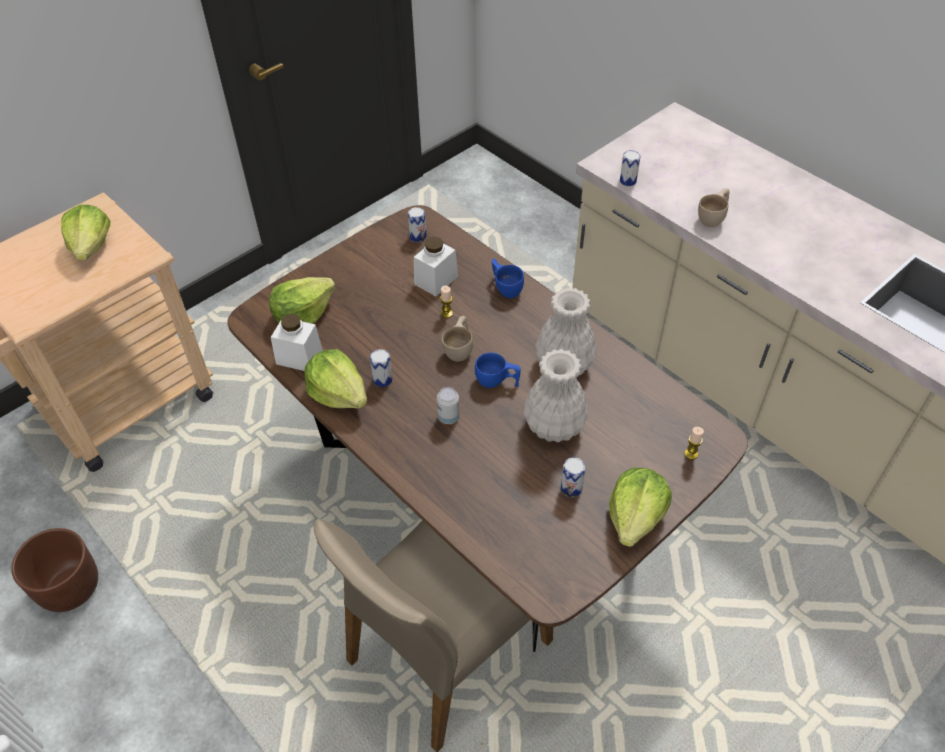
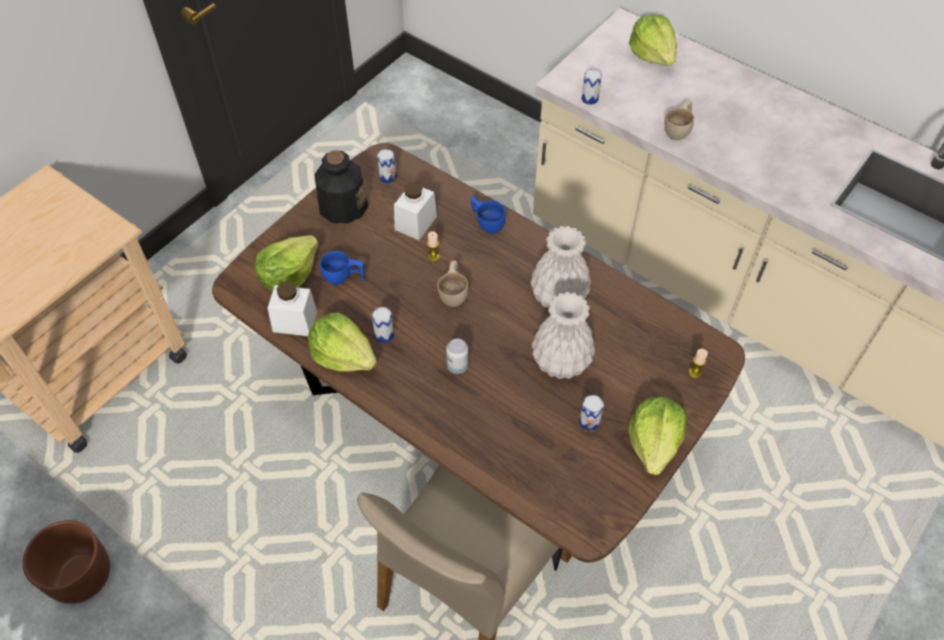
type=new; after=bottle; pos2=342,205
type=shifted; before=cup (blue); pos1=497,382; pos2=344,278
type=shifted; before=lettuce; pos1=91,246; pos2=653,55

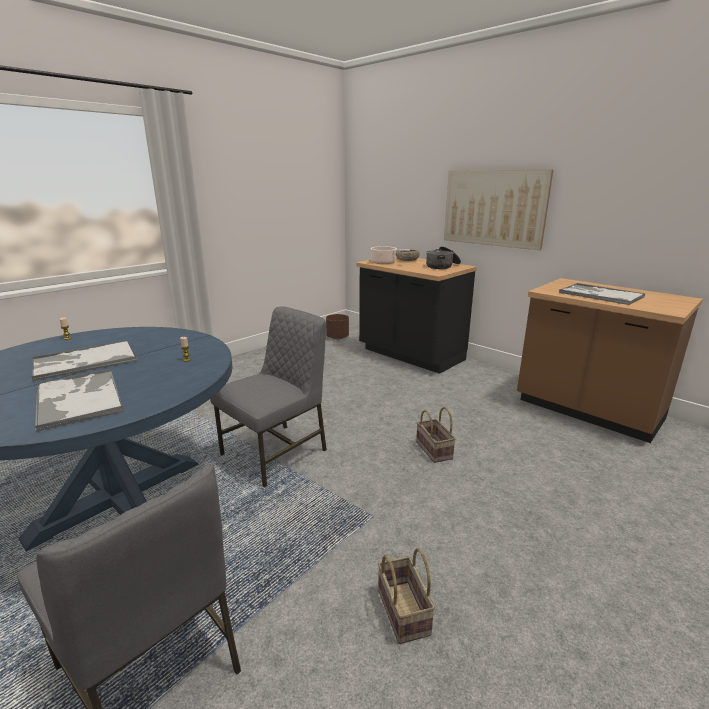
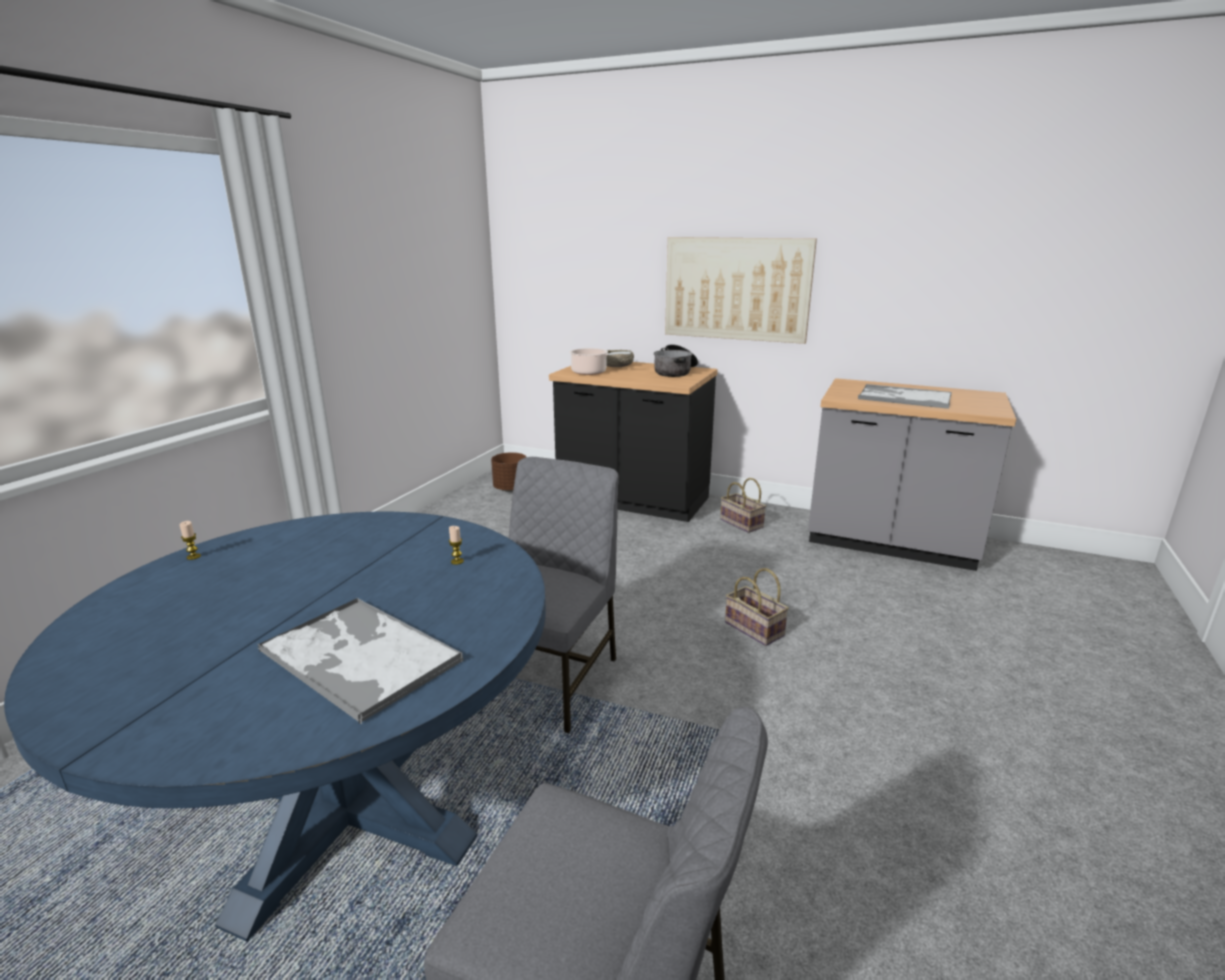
type=shifted; before=basket; pos1=401,610; pos2=740,523
type=repainted; before=counter (brown); after=counter (grey); pos1=587,411; pos2=890,544
type=gone; before=tray; pos1=84,361

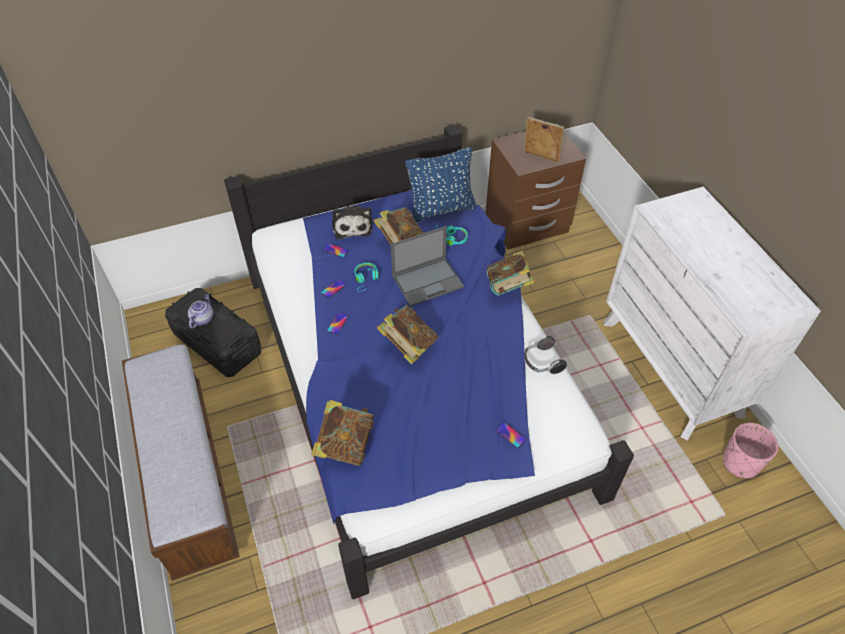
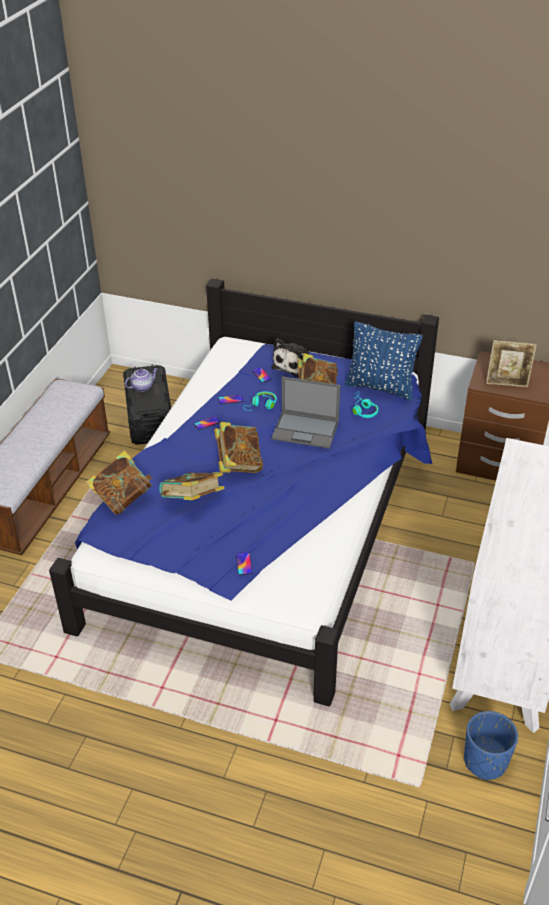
type=shifted; before=book; pos1=508,288; pos2=192,502
type=repainted; before=planter (pink); after=planter (blue); pos1=740,462; pos2=485,761
type=rotated; before=picture frame; pos1=540,158; pos2=507,384; turn=120
type=gone; before=headphones; pos1=542,362

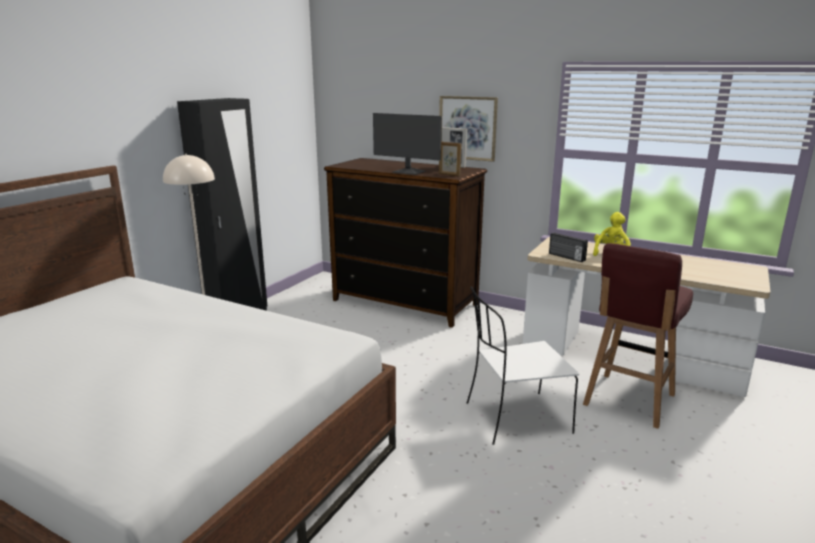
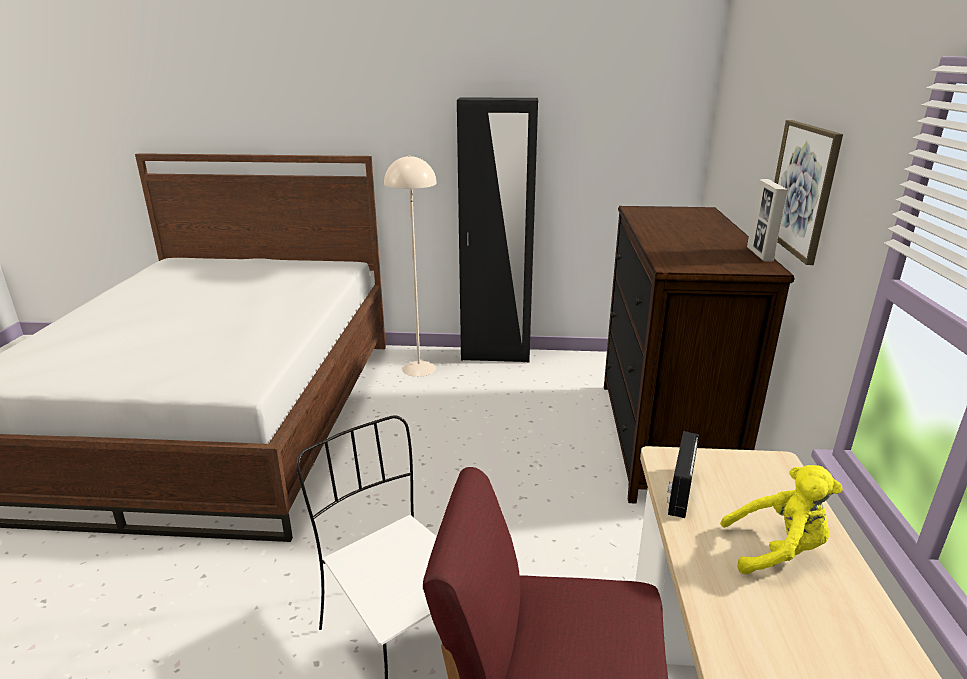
type=gone; before=monitor; pos1=408,172
type=gone; before=picture frame; pos1=449,175

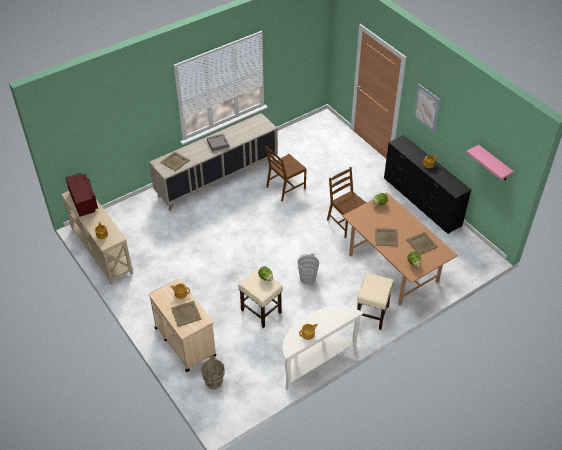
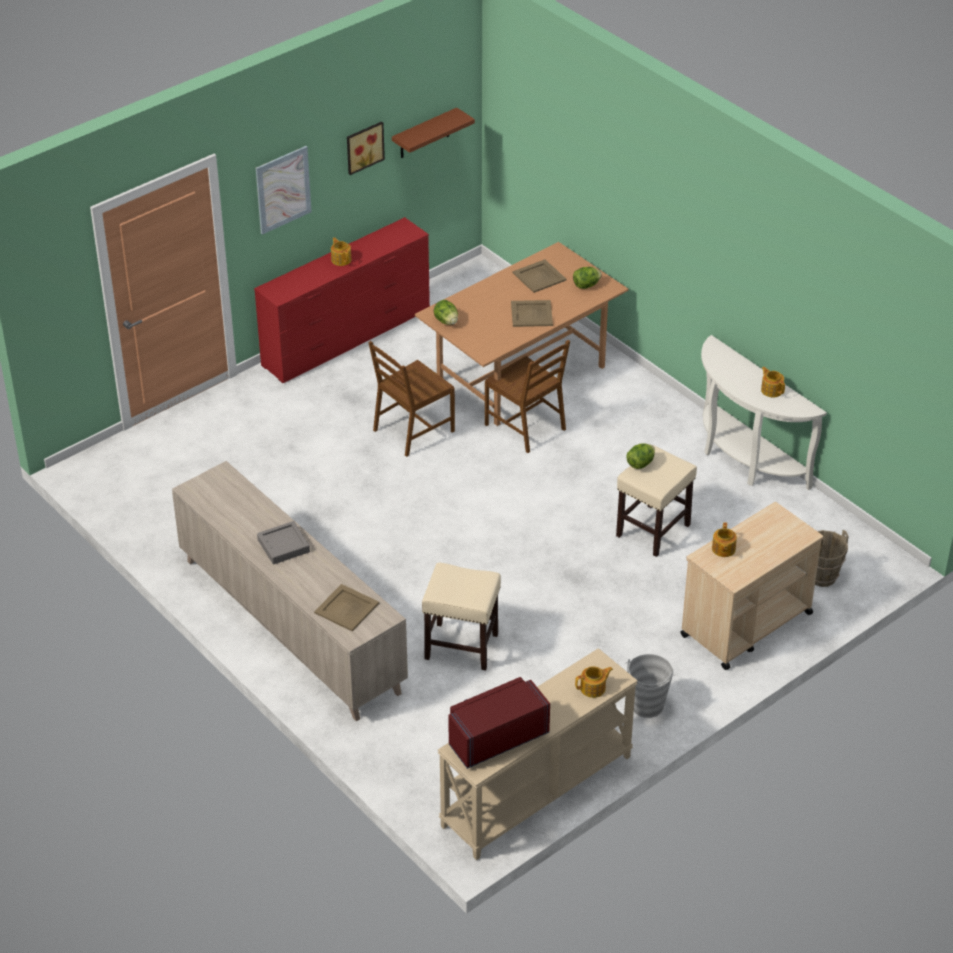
type=repainted; before=dresser (black); after=dresser (red); pos1=421,201; pos2=347,338
type=new; after=picture; pos2=363,146
type=repainted; before=shelf (pink); after=shelf (brown); pos1=494,163; pos2=424,134
type=shifted; before=stool (beige); pos1=372,314; pos2=462,646
type=shifted; before=chair (brown); pos1=285,188; pos2=526,427
type=shifted; before=bucket (grey); pos1=307,278; pos2=647,705
type=gone; before=tray (beige); pos1=186,314

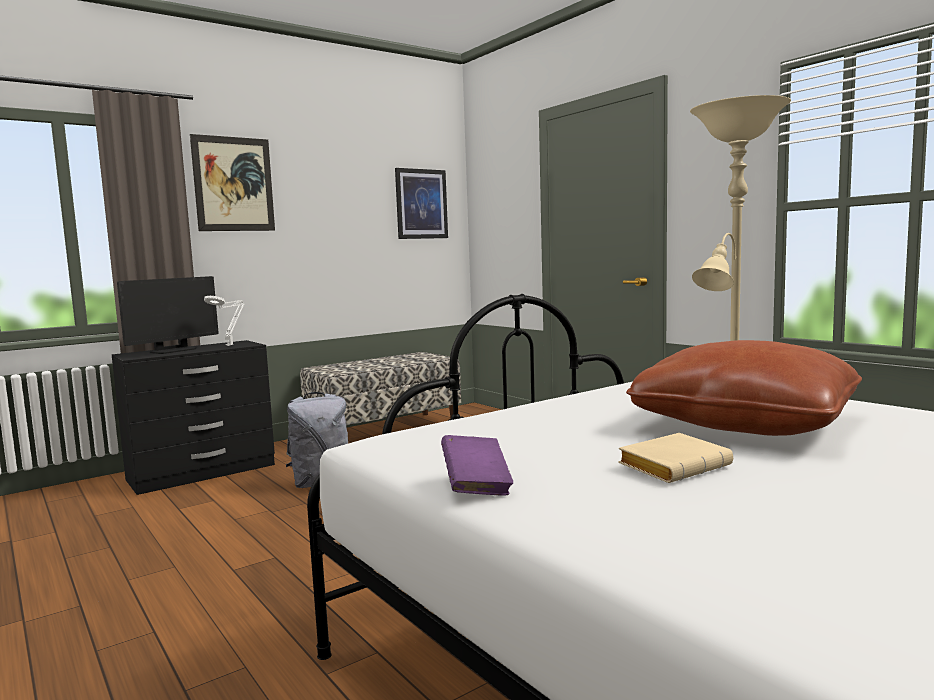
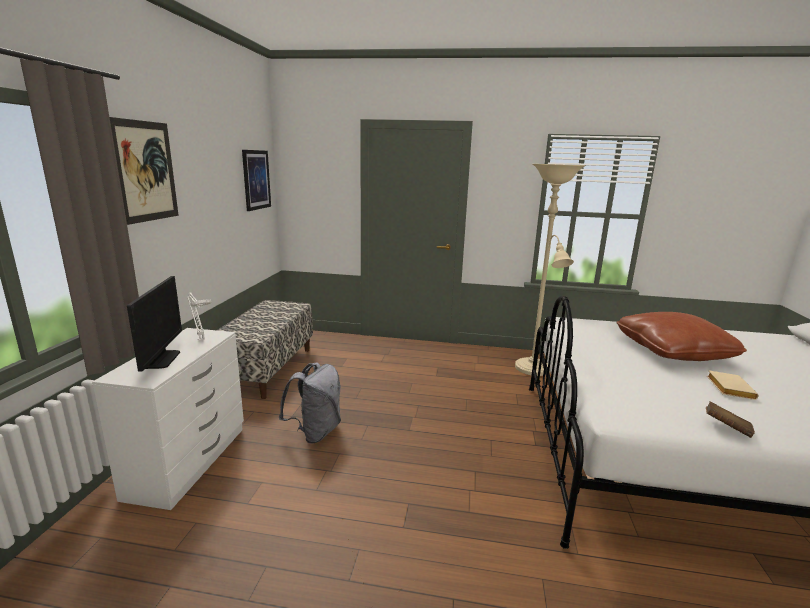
type=repainted; before=dresser (black); after=dresser (white); pos1=203,472; pos2=190,461
type=repainted; before=book (purple); after=book (brown); pos1=476,486; pos2=726,428

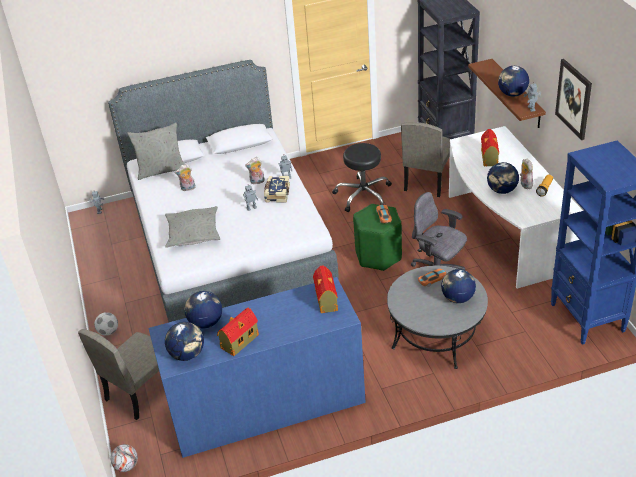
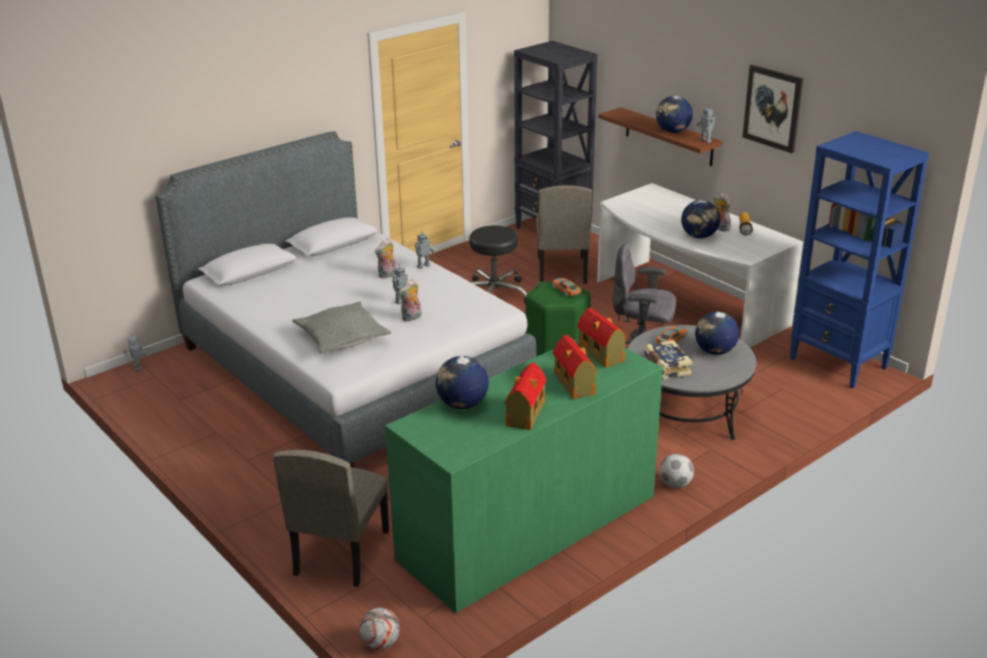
type=repainted; before=dresser (blue); after=dresser (green); pos1=266,404; pos2=528,527
type=shifted; before=plush toy; pos1=188,188; pos2=411,318
type=shifted; before=toy house; pos1=489,158; pos2=574,385
type=shifted; before=book; pos1=277,194; pos2=666,367
type=shifted; before=football; pos1=108,332; pos2=675,484
type=gone; before=pillow (grey); pos1=161,170
type=gone; before=globe; pos1=187,354

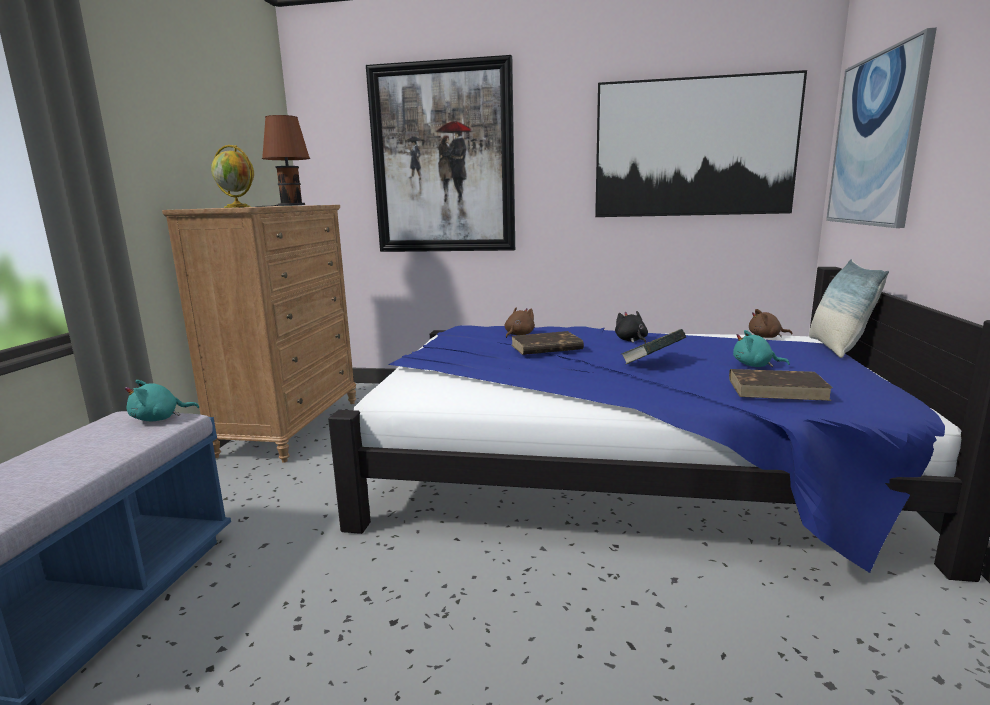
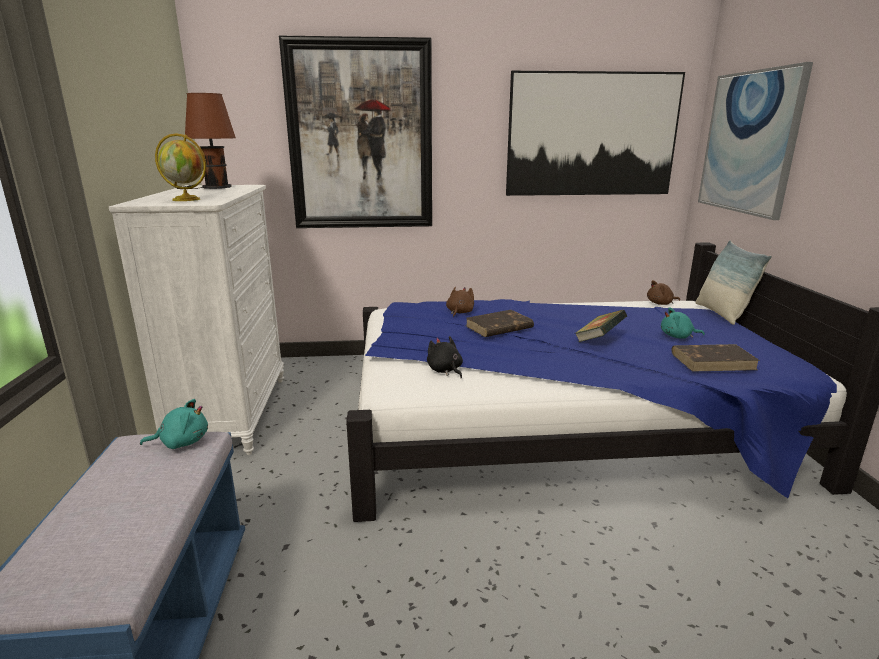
type=repainted; before=dresser (brown); after=dresser (white); pos1=291,427; pos2=231,414
type=rotated; before=plush toy (turquoise); pos1=159,418; pos2=182,442; turn=-150
type=shifted; before=plush toy (black); pos1=631,340; pos2=445,370

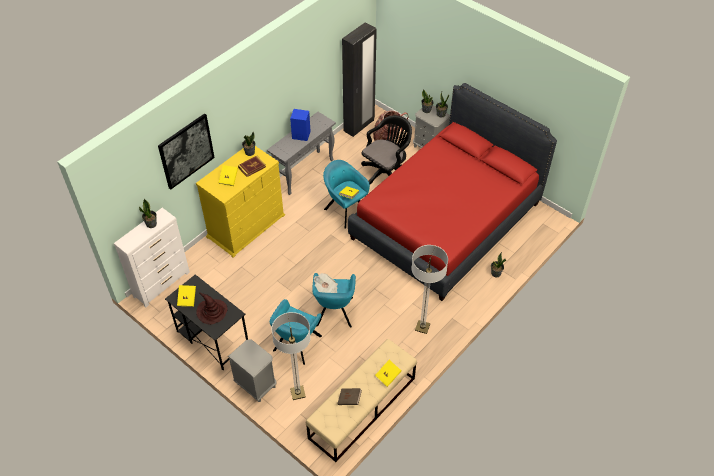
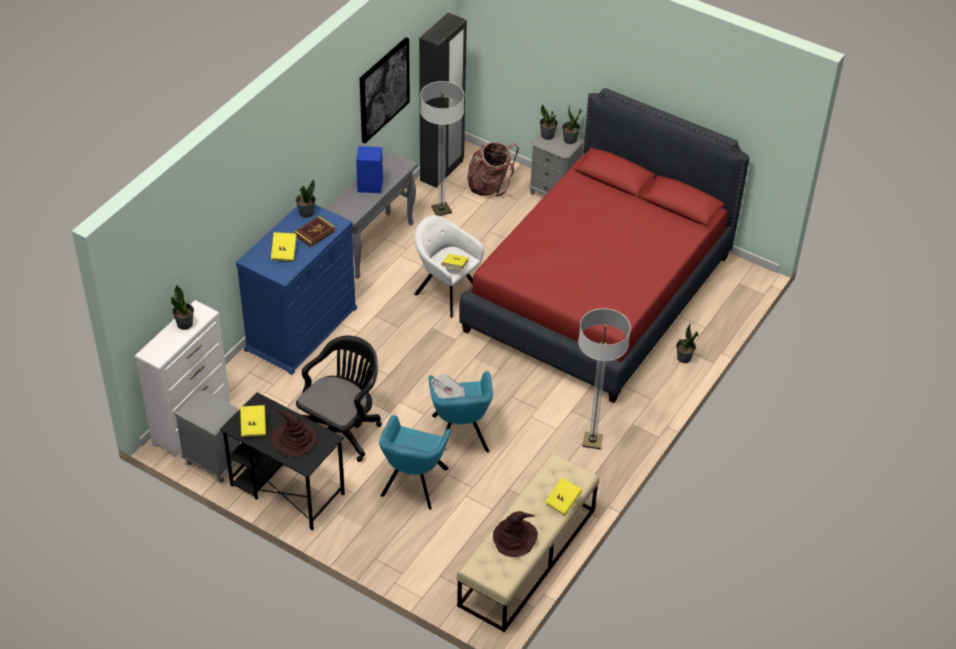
type=shifted; before=nightstand (grey); pos1=256,385; pos2=214,462
type=repainted; before=dresser (yellow); after=dresser (blue); pos1=246,226; pos2=301,328
type=shifted; before=office chair (black); pos1=386,172; pos2=341,430
type=shifted; before=picture; pos1=186,151; pos2=383,89
type=repainted; before=armchair (turquoise); after=armchair (white); pos1=345,209; pos2=446,291
type=shifted; before=floor lamp; pos1=298,393; pos2=441,210
type=swapped; before=book (brown); after=hat (brown); pos1=349,399; pos2=514,538

